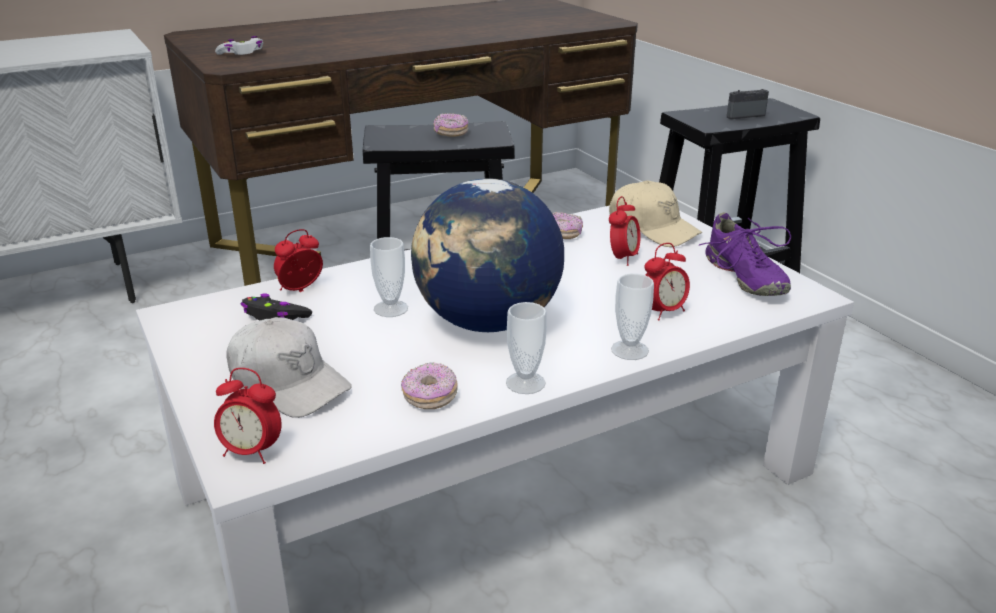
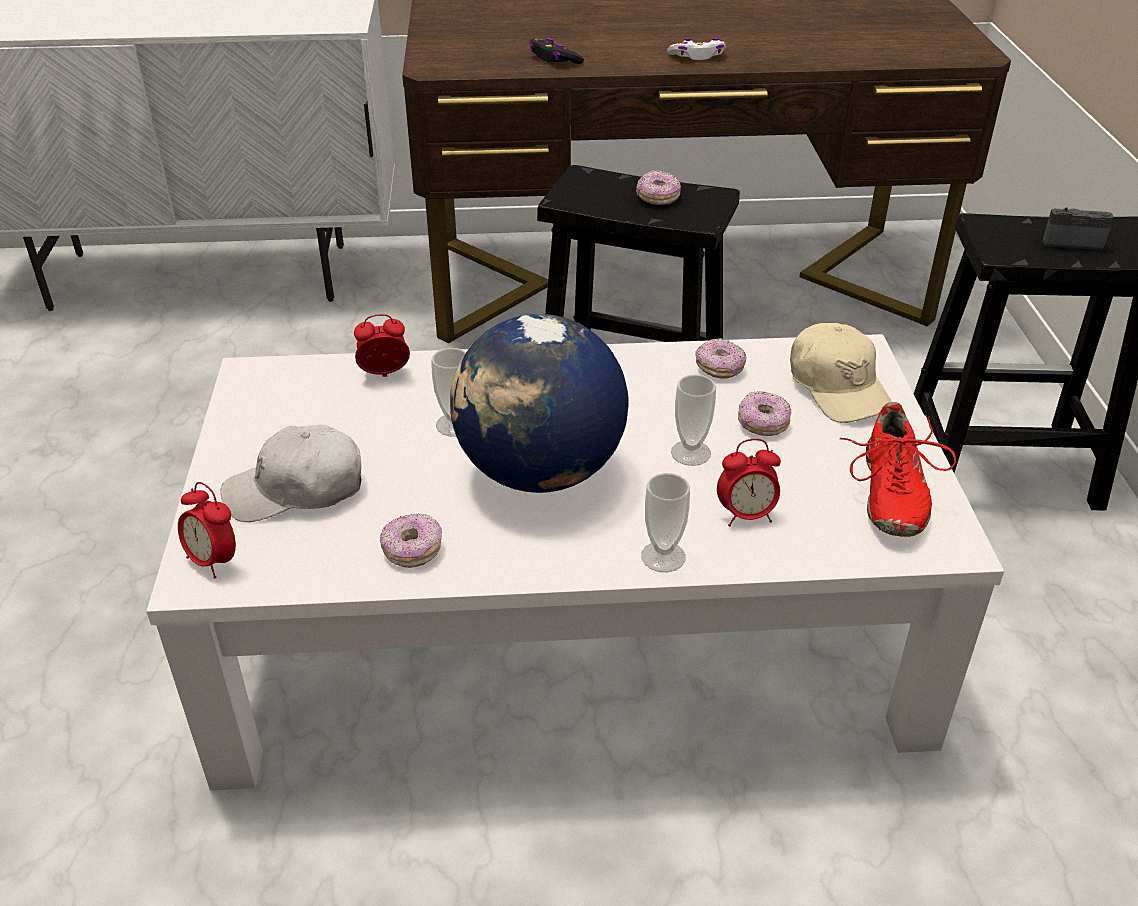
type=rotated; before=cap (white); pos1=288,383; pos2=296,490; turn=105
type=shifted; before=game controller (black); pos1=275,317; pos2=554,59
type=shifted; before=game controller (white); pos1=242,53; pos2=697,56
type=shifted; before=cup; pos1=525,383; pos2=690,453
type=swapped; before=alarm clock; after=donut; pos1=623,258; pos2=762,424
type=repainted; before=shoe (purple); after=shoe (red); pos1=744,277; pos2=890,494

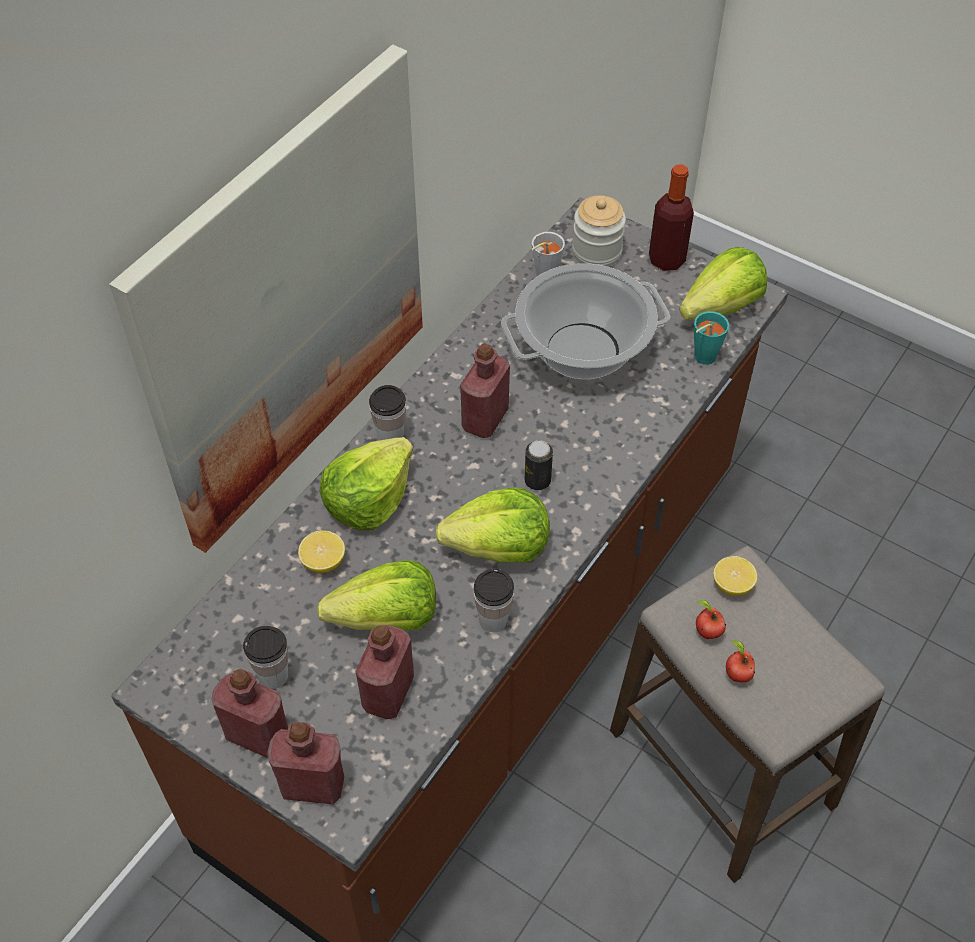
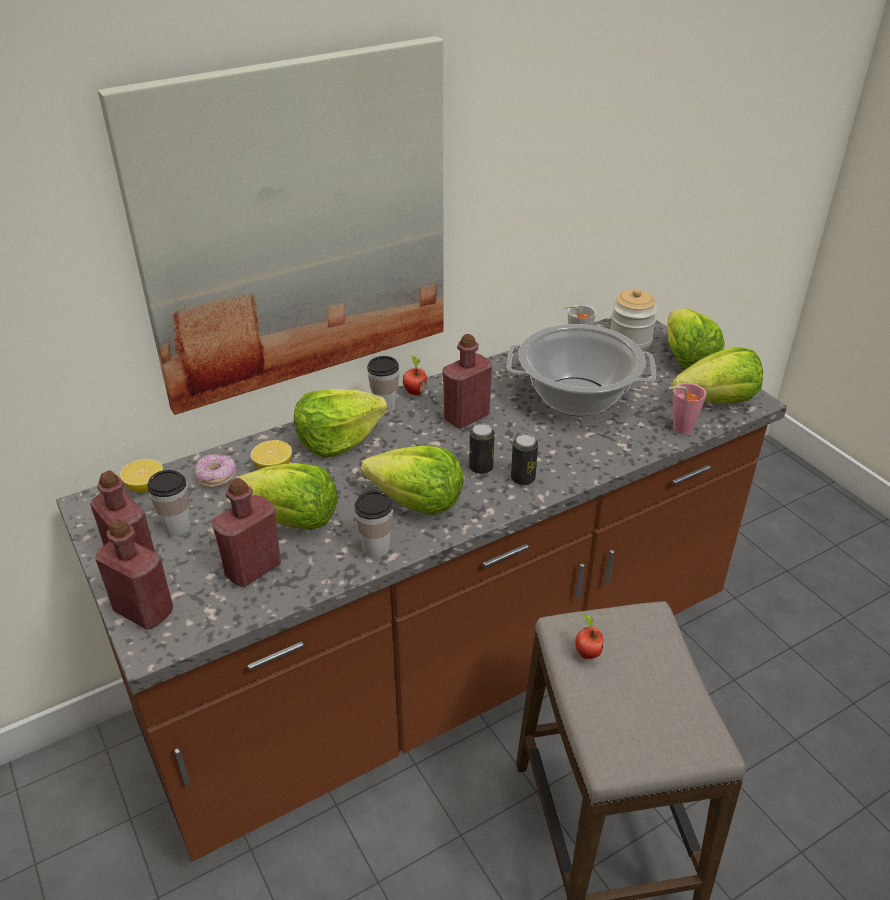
type=shifted; before=lemon; pos1=732,585; pos2=145,486
type=new; after=donut; pos2=217,478
type=shifted; before=apple; pos1=736,674; pos2=414,392
type=new; after=can; pos2=523,478
type=swapped; before=bottle; after=lettuce; pos1=666,259; pos2=687,360
type=repainted; before=cup (turquoise); after=cup (pink); pos1=701,359; pos2=678,428

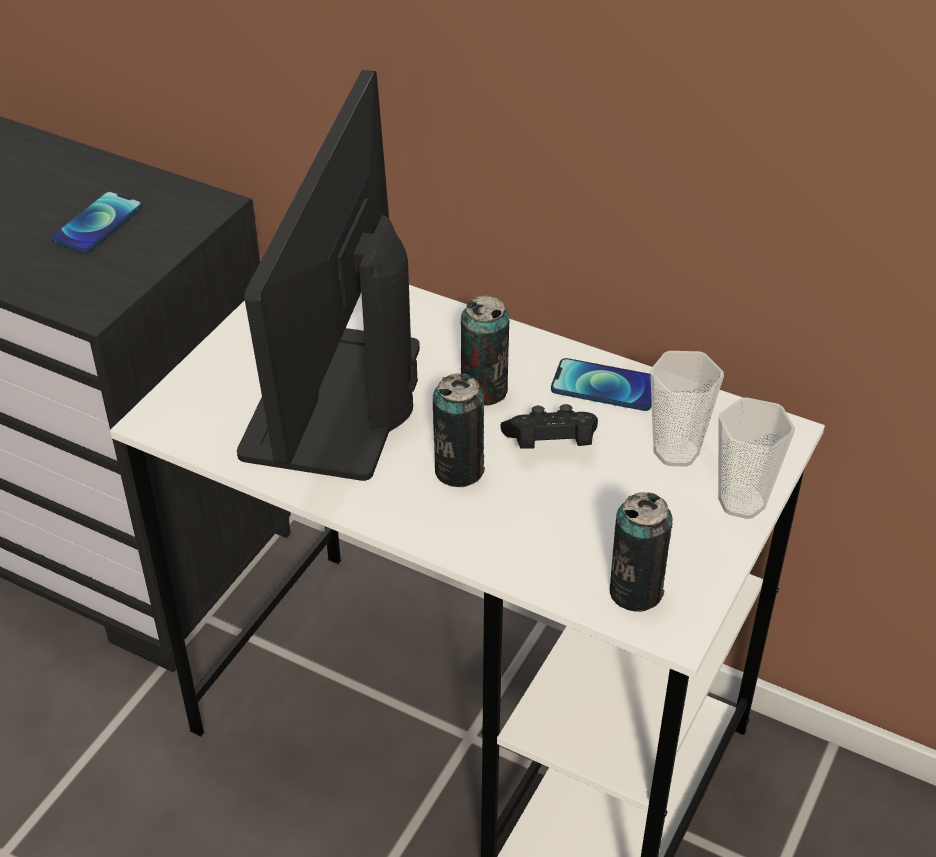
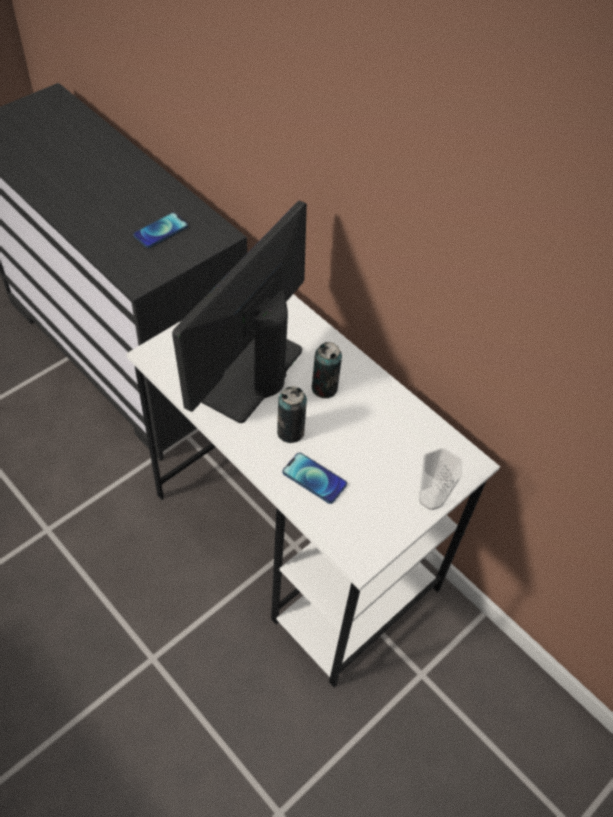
type=shifted; before=phone; pos1=604,386; pos2=314,478
type=gone; before=game controller (black); pos1=551,445
type=gone; before=can; pos1=635,591
type=gone; before=cup; pos1=676,451

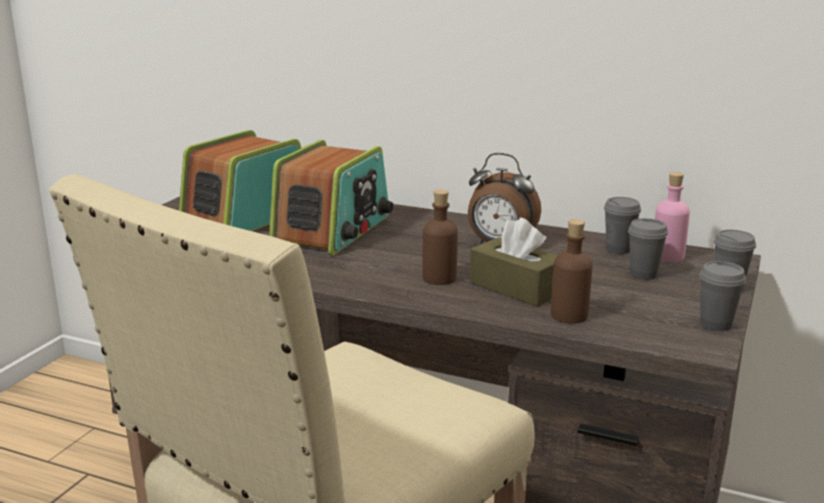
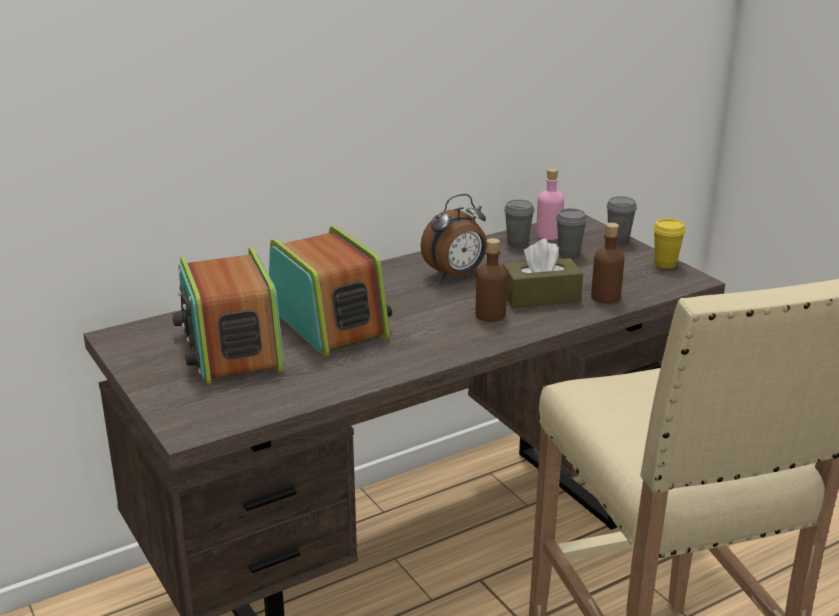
type=repainted; before=cup (grey); after=cup (yellow); pos1=716,324; pos2=665,264

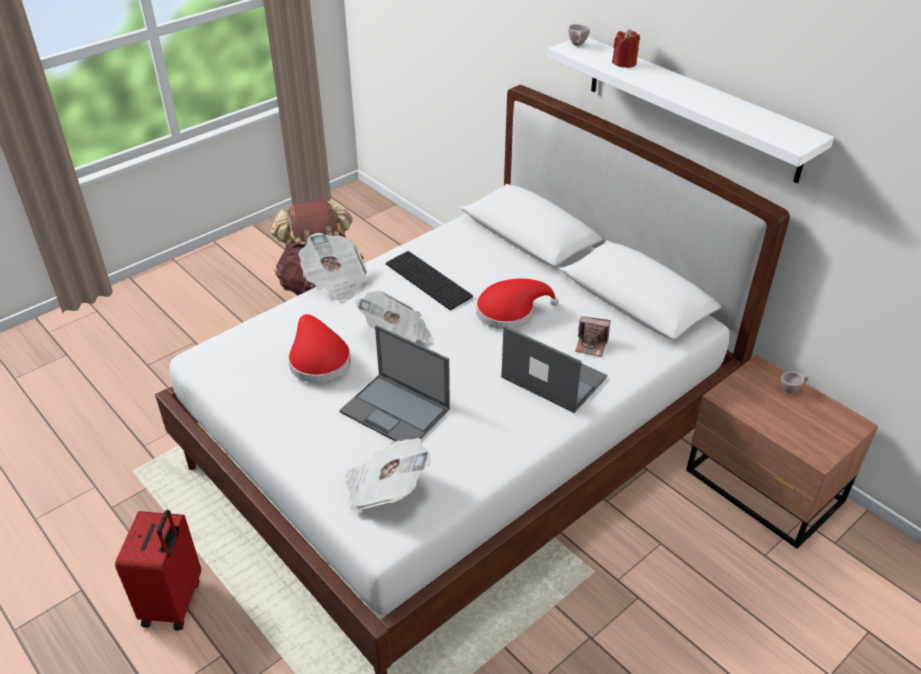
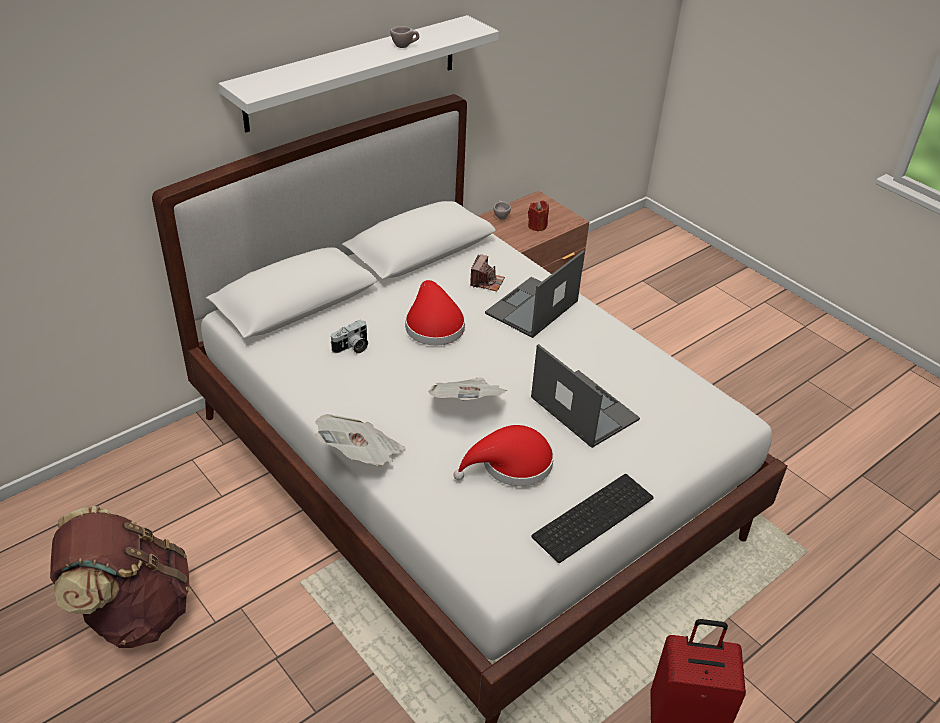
type=new; after=photo camera; pos2=352,347
type=shifted; before=cup (beige); pos1=578,45; pos2=404,46
type=shifted; before=candle (red); pos1=624,63; pos2=537,226
type=rotated; before=laptop; pos1=396,411; pos2=583,408; turn=-75
type=shifted; before=keyboard; pos1=430,280; pos2=592,515
type=gone; before=newspaper; pos1=386,488

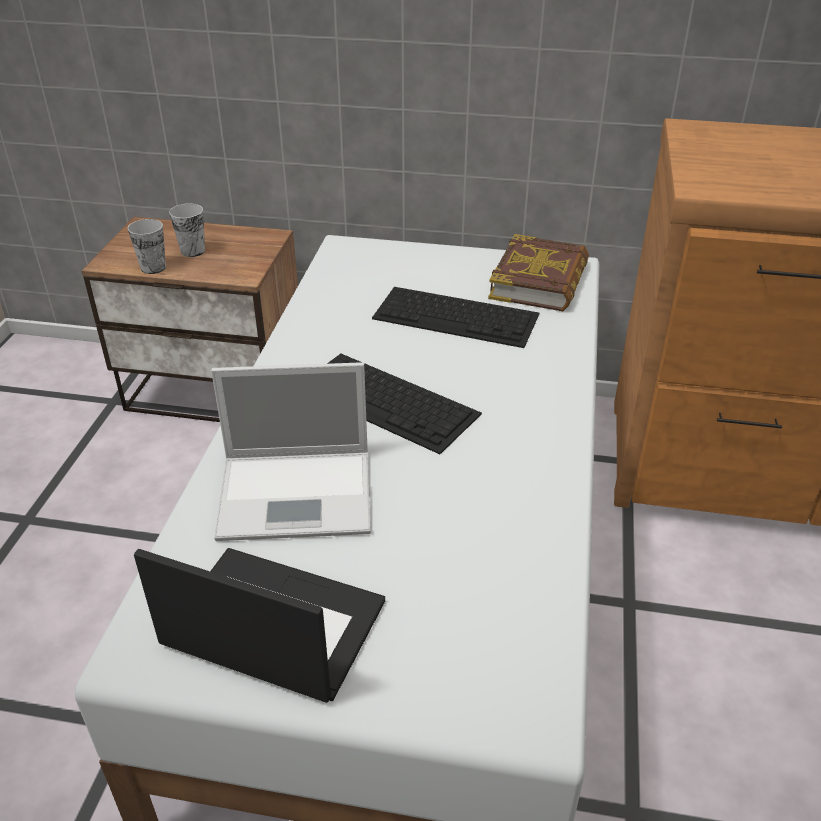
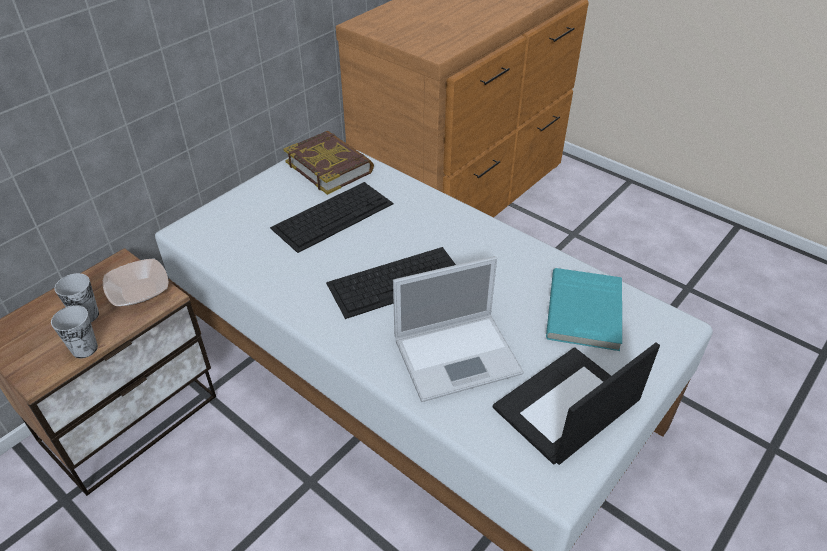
type=new; after=bowl; pos2=139,291
type=rotated; before=laptop; pos1=299,494; pos2=459,355; turn=45
type=new; after=book (turquoise); pos2=586,311

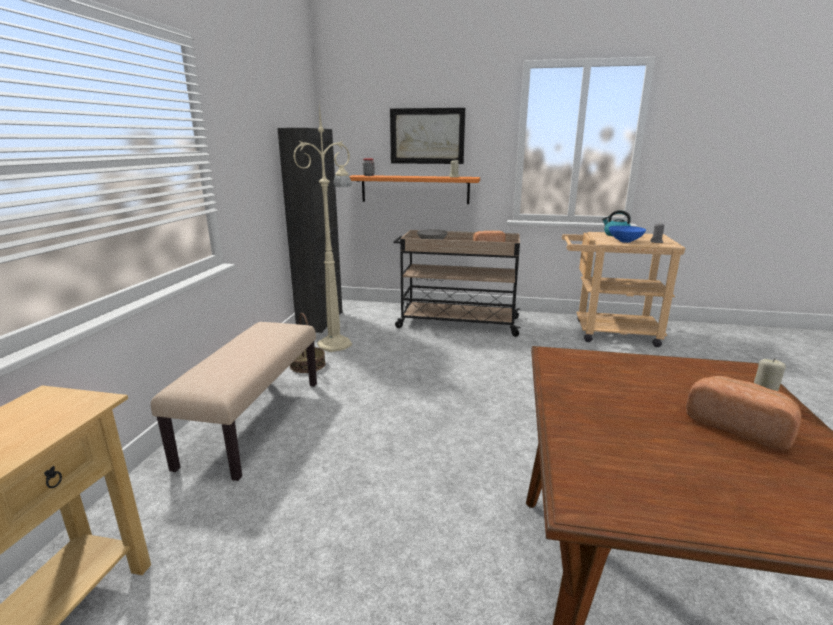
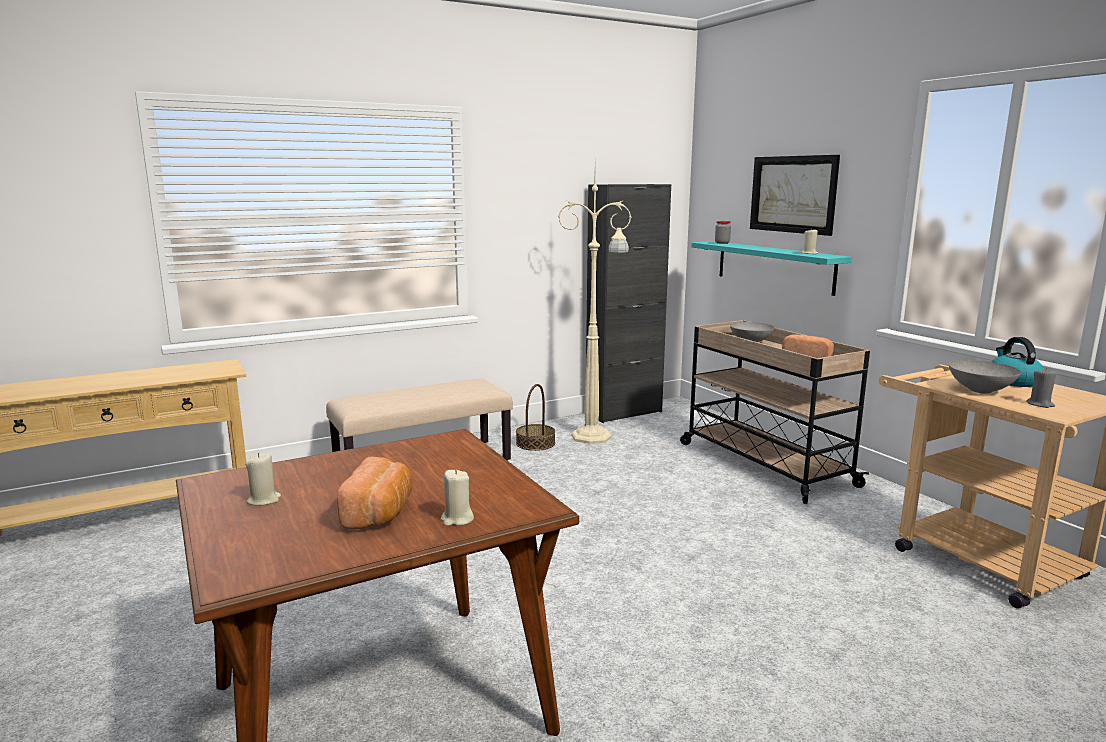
type=new; after=candle (beige); pos2=264,500
type=repainted; before=shelf (orange); after=shelf (turquoise); pos1=414,189; pos2=774,266
type=repainted; before=bowl (blue); after=bowl (grey); pos1=625,241; pos2=981,390

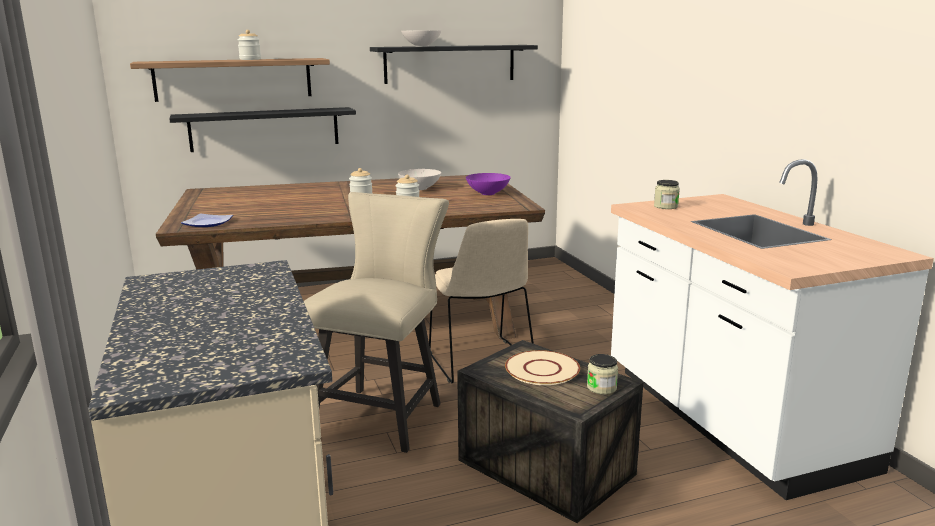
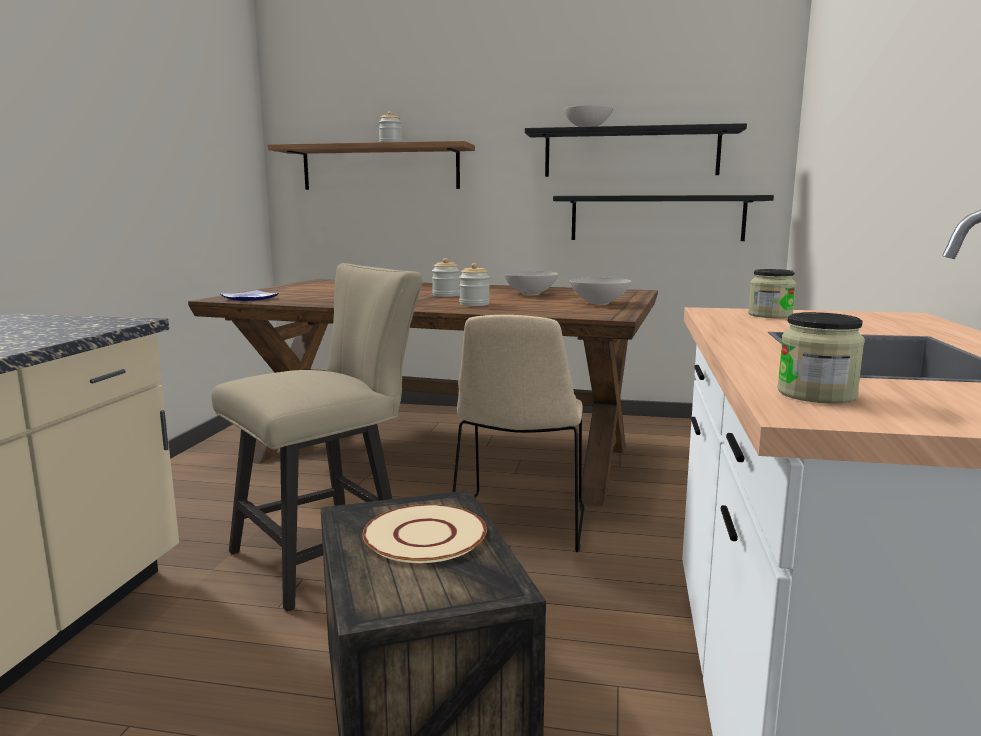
type=shifted; before=shelf (black); pos1=265,129; pos2=657,218
type=repainted; before=bowl (purple); after=bowl (white); pos1=488,193; pos2=600,303
type=shifted; before=jar; pos1=601,388; pos2=816,394

